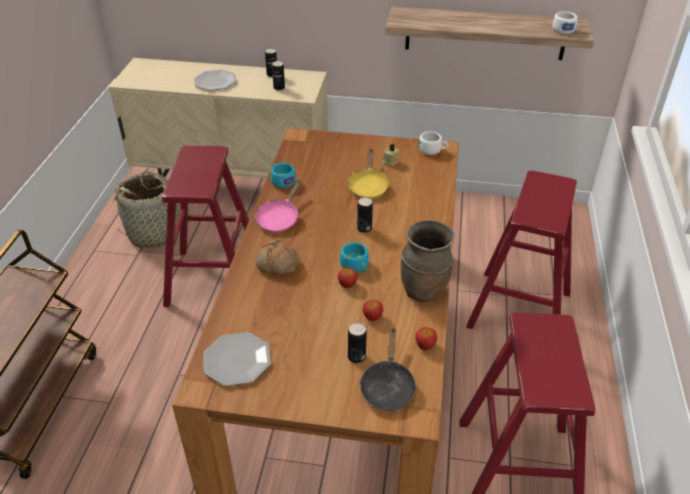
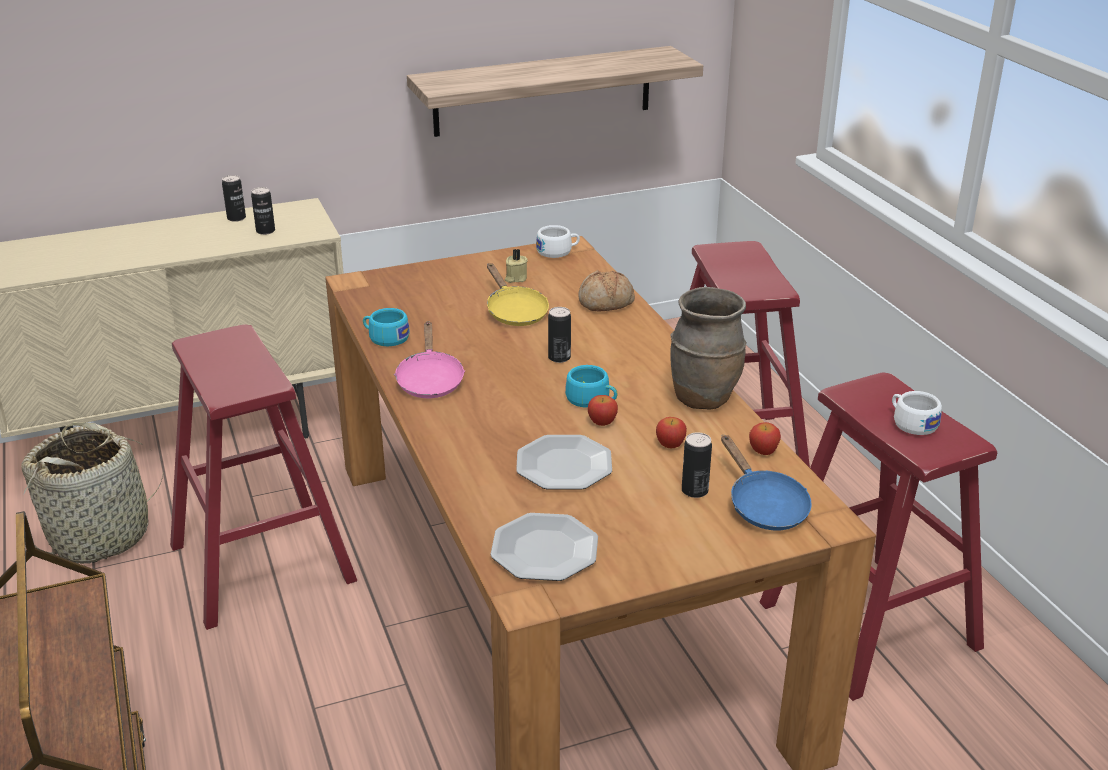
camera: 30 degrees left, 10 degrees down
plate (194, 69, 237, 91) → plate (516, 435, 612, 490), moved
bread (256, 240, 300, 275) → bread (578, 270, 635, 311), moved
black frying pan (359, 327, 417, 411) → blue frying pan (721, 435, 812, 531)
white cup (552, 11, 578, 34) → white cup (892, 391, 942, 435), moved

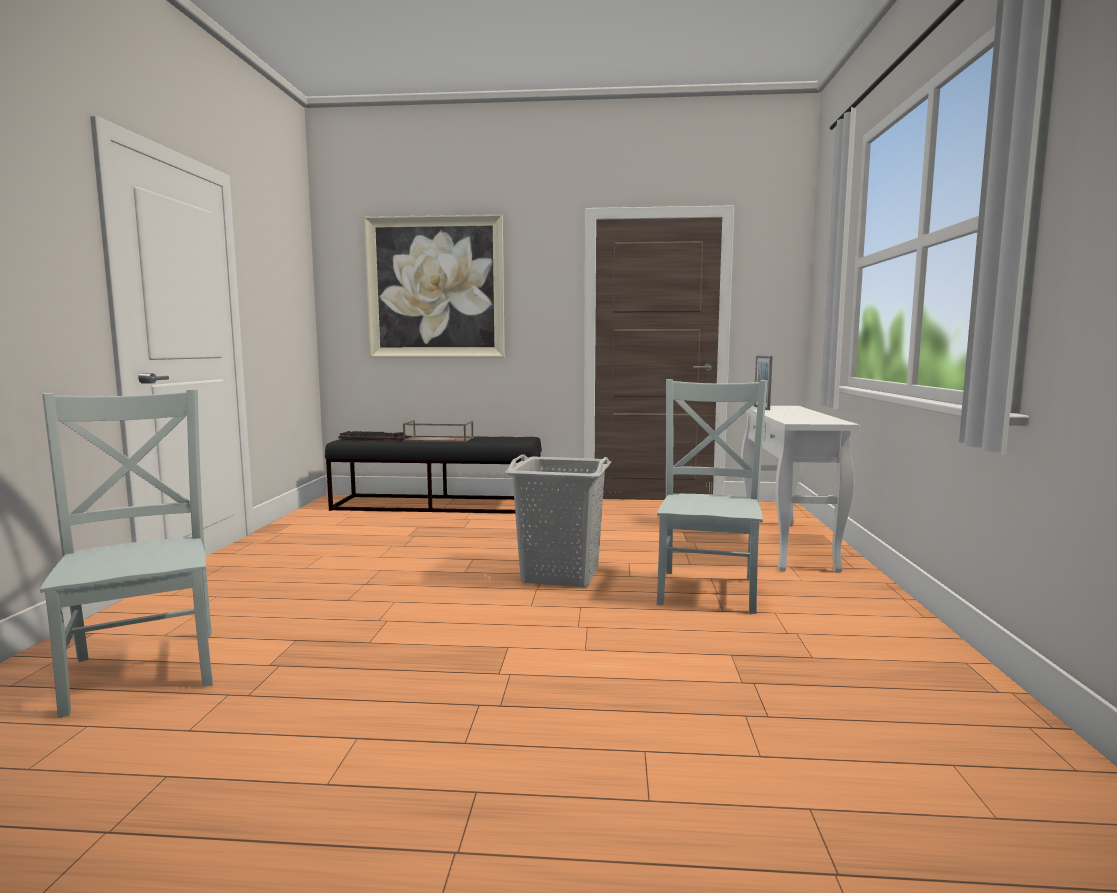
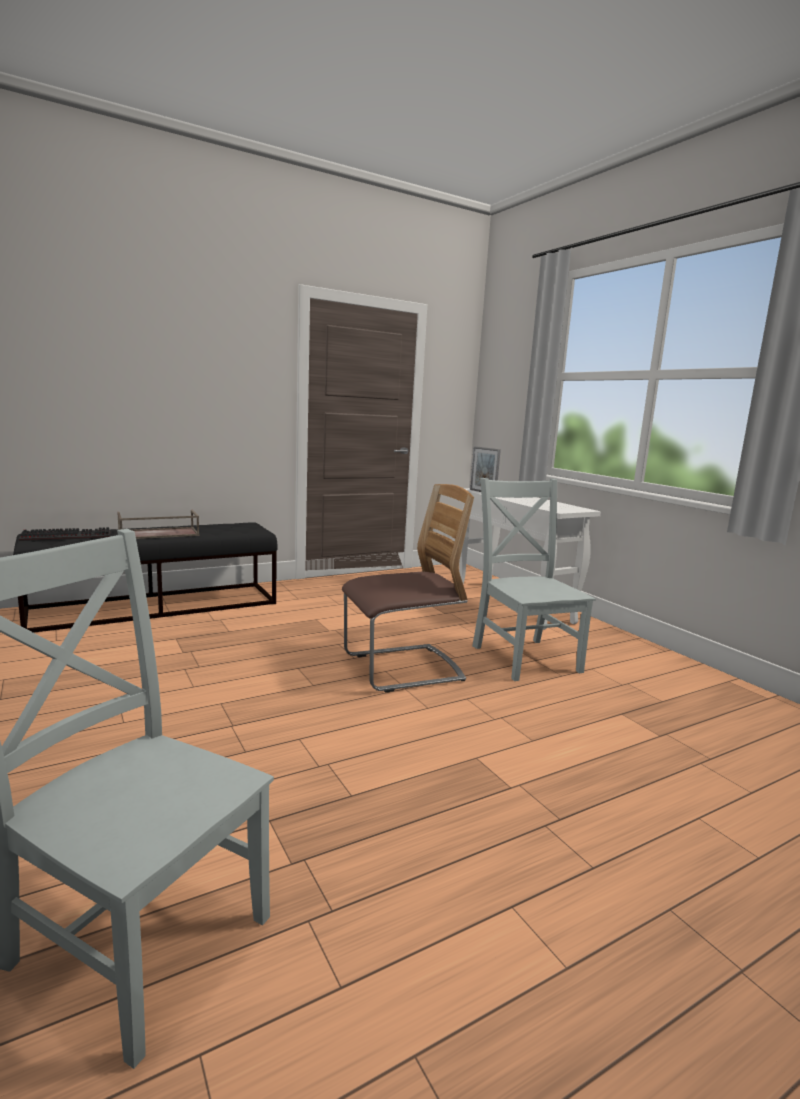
camera: 35 degrees left, 5 degrees up
grey laundry basket (505, 454, 611, 587) → chair (342, 484, 474, 692)
picture (364, 214, 505, 357) → -

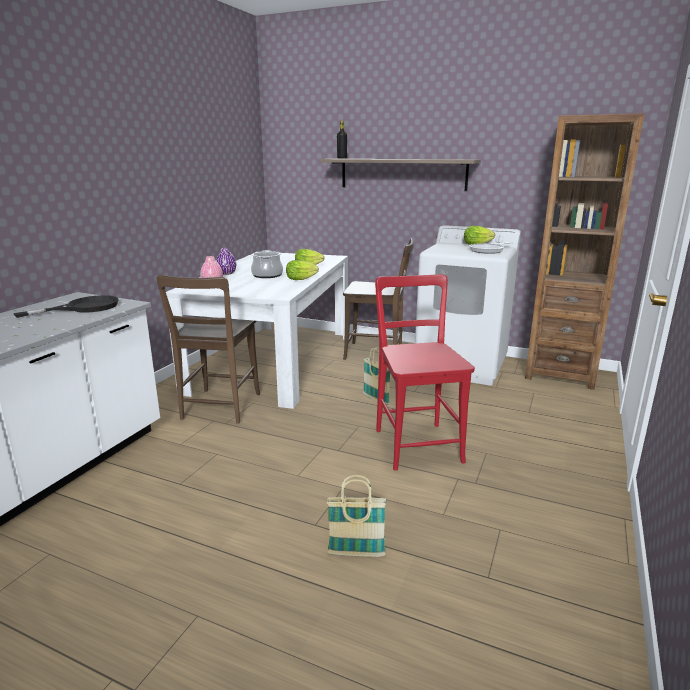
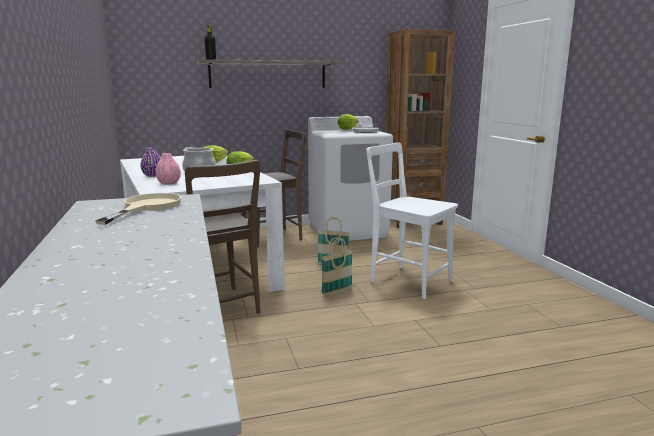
camera: 40 degrees left, 5 degrees down
black frying pan (14, 295, 119, 318) → beige frying pan (95, 193, 182, 225)
basket (327, 475, 386, 557) → basket (321, 237, 353, 296), moved
red chair (375, 274, 475, 471) → white chair (366, 142, 458, 299)

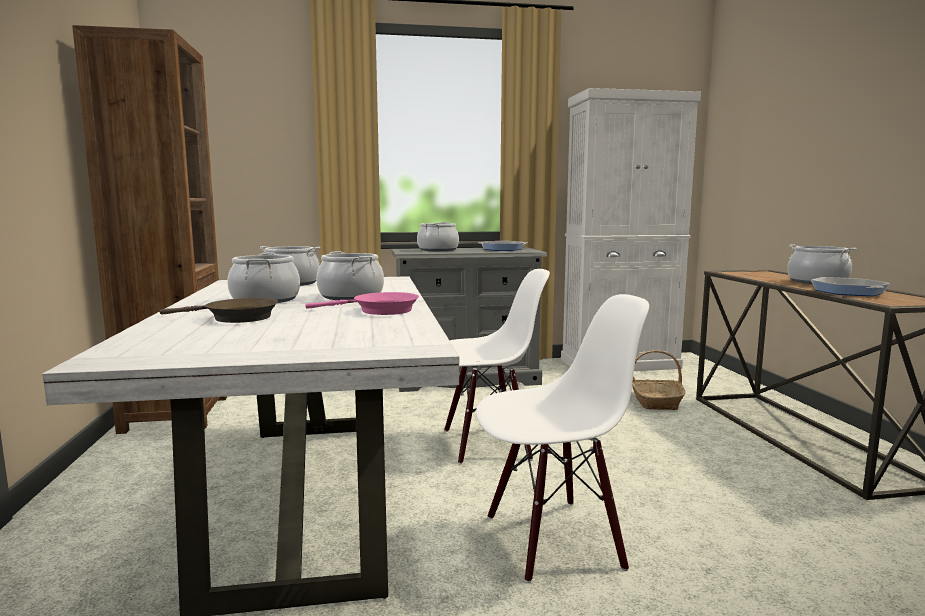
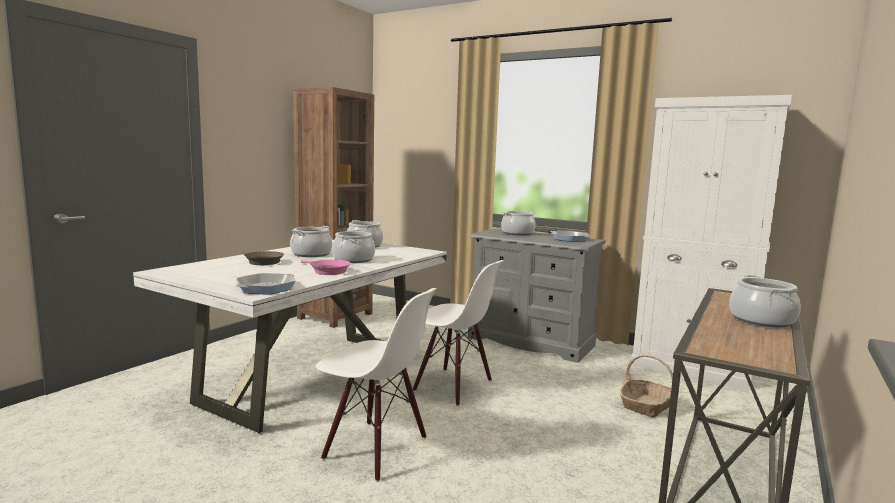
camera: 40 degrees right, 0 degrees up
frying pan (811, 277, 890, 296) → frying pan (235, 273, 296, 295), moved

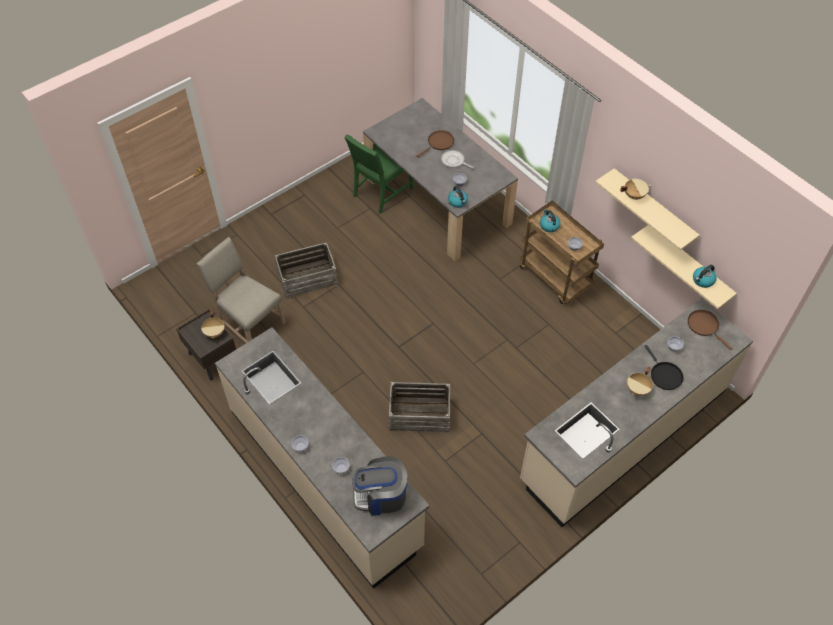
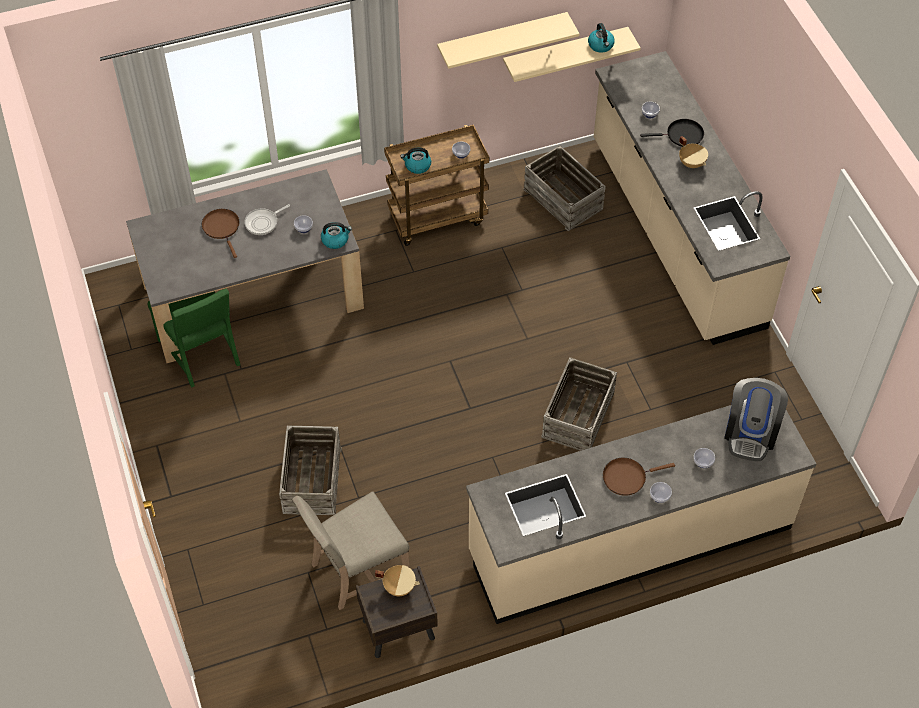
camera: 70 degrees left, 0 degrees up
- → crate (523, 145, 606, 231)
brown frying pan (688, 310, 732, 350) → brown frying pan (603, 458, 675, 496), moved
beige cooking pot (620, 179, 651, 200) → -

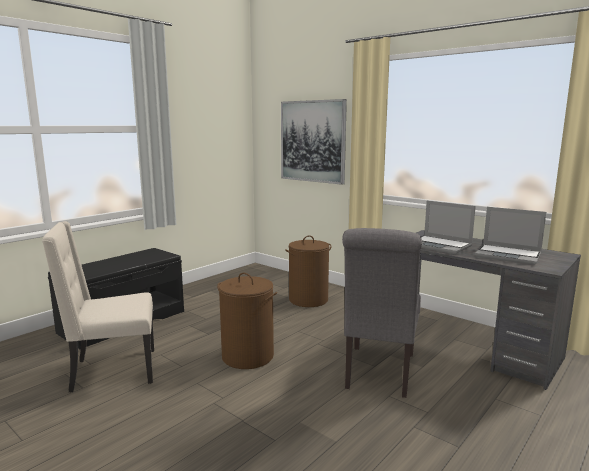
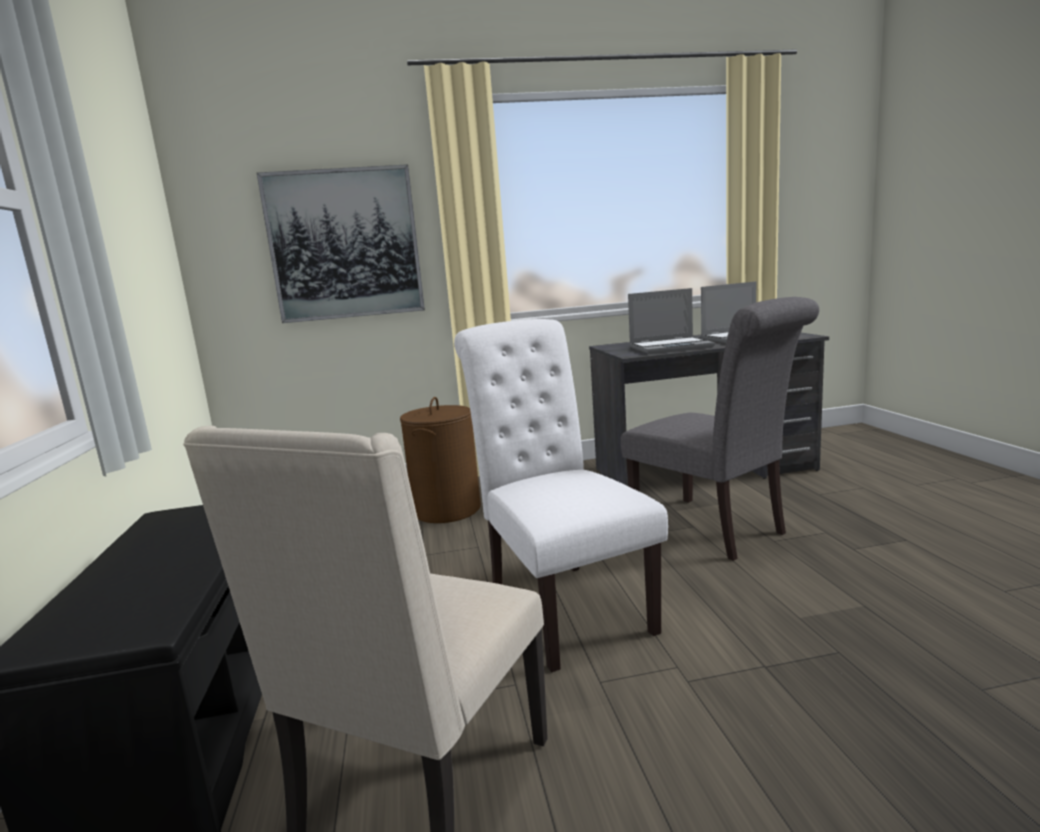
camera: 50 degrees left, 0 degrees up
brown laundry basket (217, 273, 277, 369) → white chair (454, 319, 668, 673)

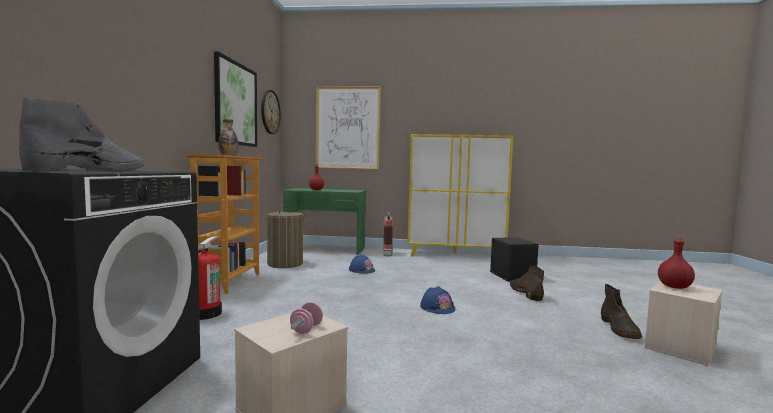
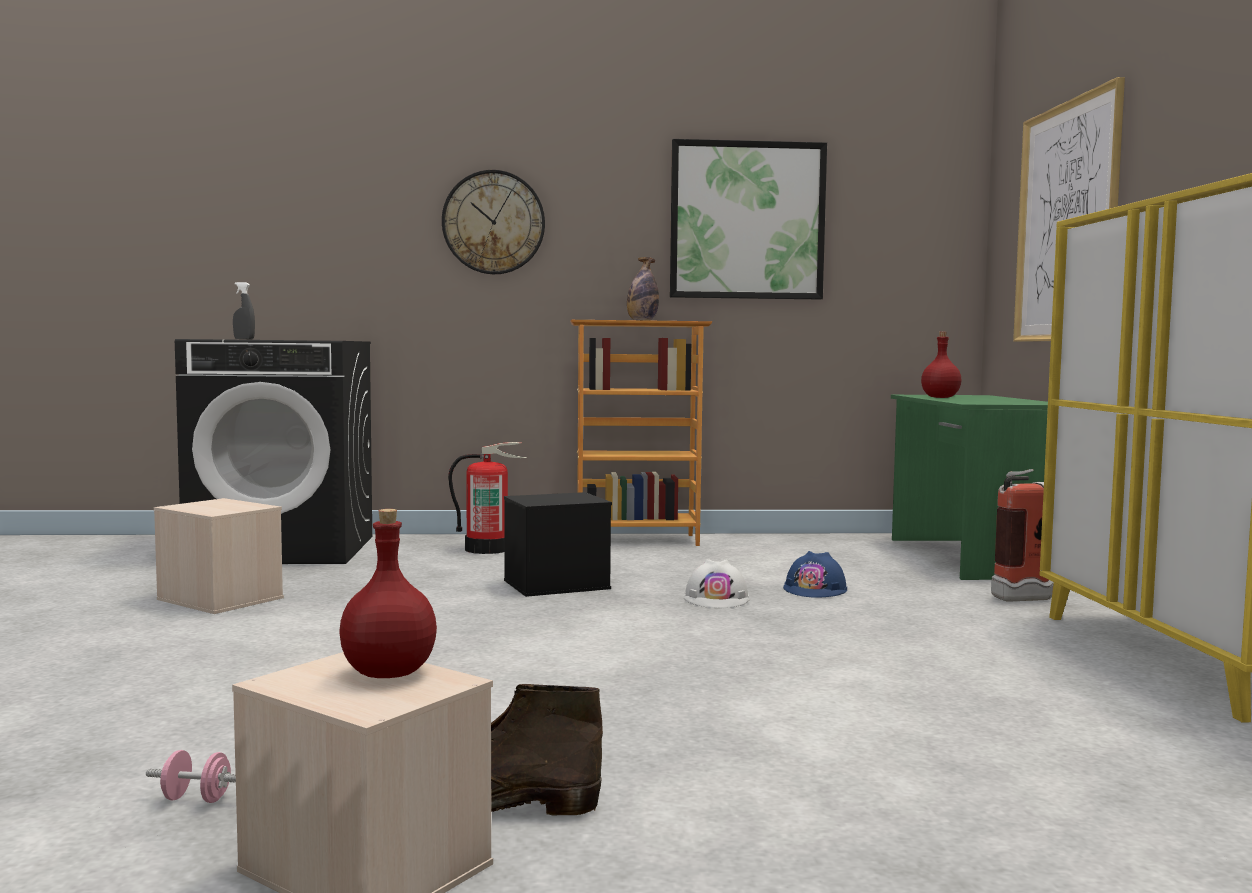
camera: 80 degrees right, 0 degrees up
pink dumbbell (290, 302, 323, 334) → pink dumbbell (146, 750, 236, 803), moved
grey boot (19, 98, 144, 172) → grey spray bottle (233, 282, 255, 339)
wall clock (261, 90, 281, 134) → wall clock (442, 170, 545, 274), moved
black storage box (490, 237, 539, 282) → black storage box (504, 492, 612, 597), moved
- → white hard hat (684, 559, 750, 608)
laundry basket (263, 206, 307, 268) → -
blue hard hat (420, 286, 455, 314) → -
brown boot (510, 265, 544, 301) → -

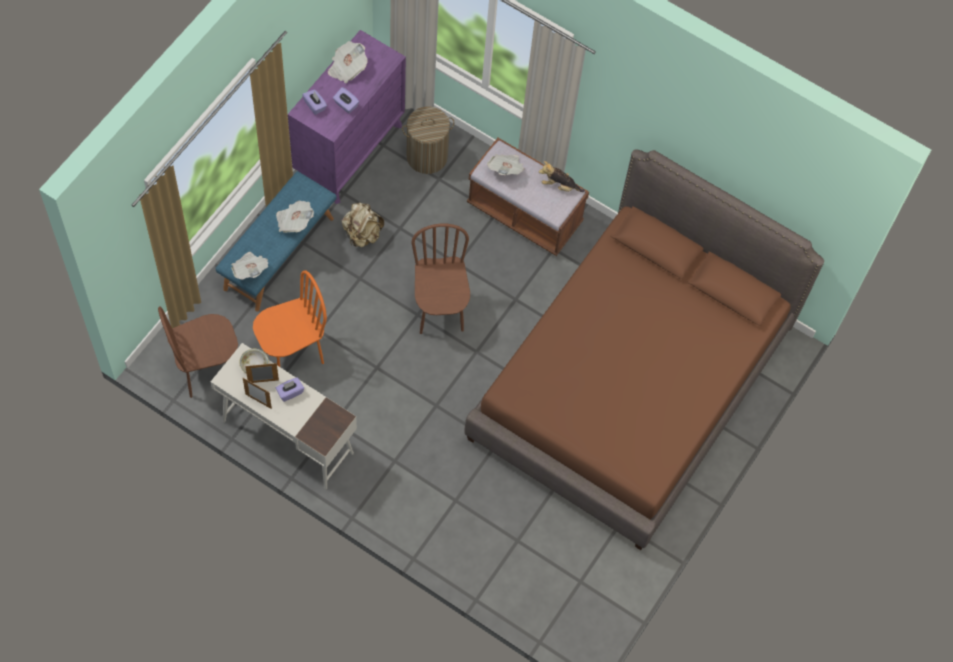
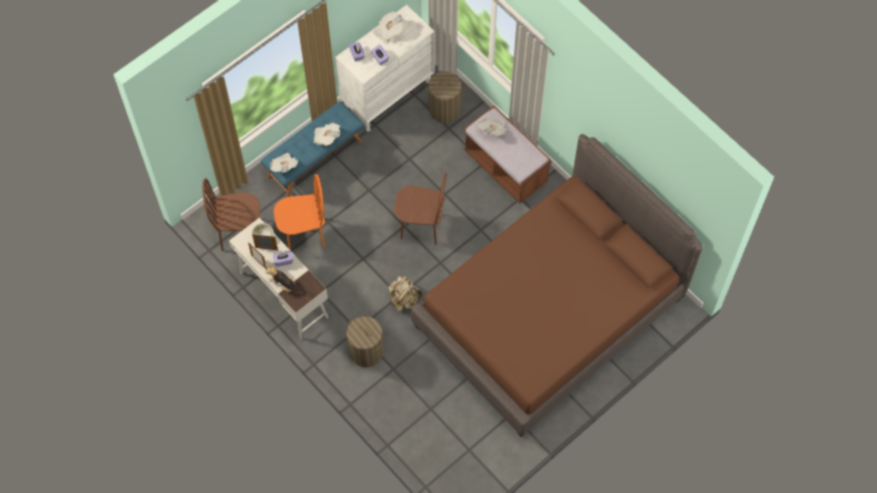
camera: 20 degrees right, 0 degrees up
plush toy (539, 161, 585, 192) → plush toy (265, 265, 303, 294), moved
purple dresser (288, 30, 406, 204) → white dresser (335, 5, 435, 131)
- → laundry basket (347, 316, 383, 367)
beige backpack (342, 202, 384, 247) → beige backpack (388, 276, 422, 311), moved
brown chair (411, 224, 470, 334) → brown chair (394, 173, 447, 245), 90 degrees clockwise

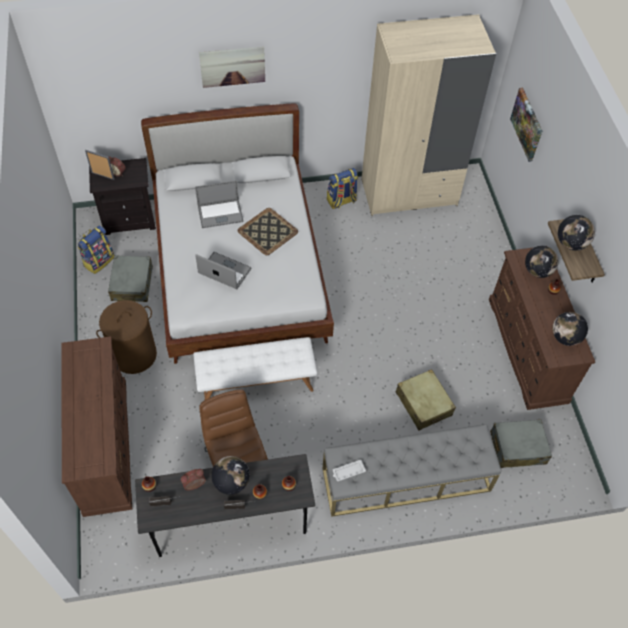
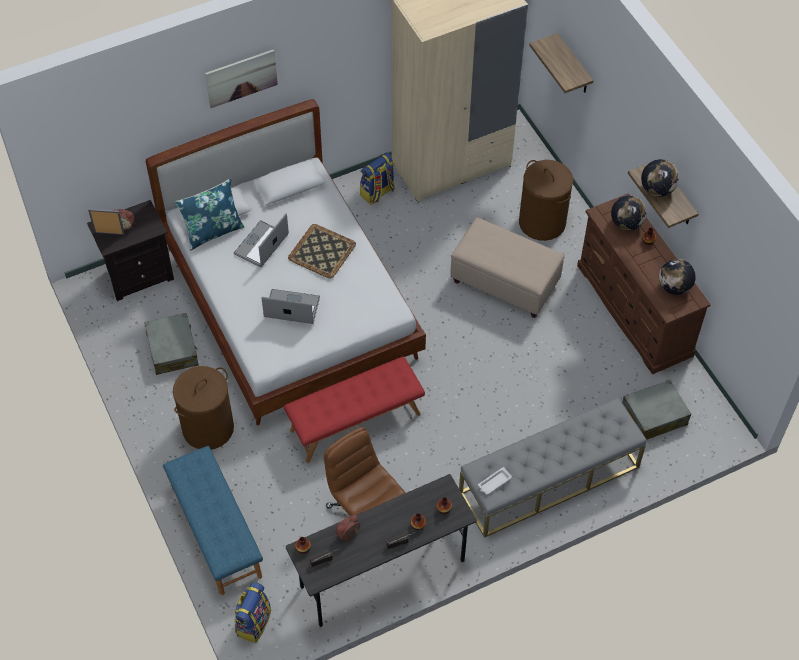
camera: 15 degrees left, 0 degrees up
brown dresser (61, 336, 132, 517) → blue bench (163, 446, 263, 595)
- → blue pillow (175, 178, 244, 250)
laptop (195, 180, 244, 228) → laptop (234, 213, 289, 267), 150 degrees clockwise
backpack (77, 225, 114, 274) → backpack (235, 582, 271, 643), moved
white bench (193, 337, 317, 400) → red bench (284, 356, 425, 463)
- → beige ottoman (451, 217, 565, 318)
- → brown laundry basket (519, 160, 573, 241)
picture (510, 88, 542, 162) → shelf (529, 33, 594, 93)
globe (211, 456, 250, 495) → -
beige suitcase (396, 369, 456, 431) → -

